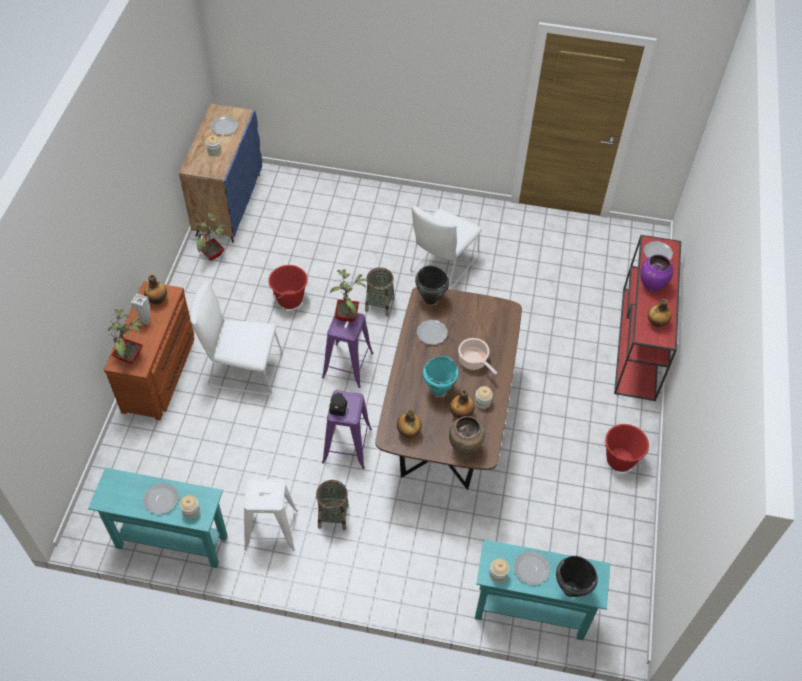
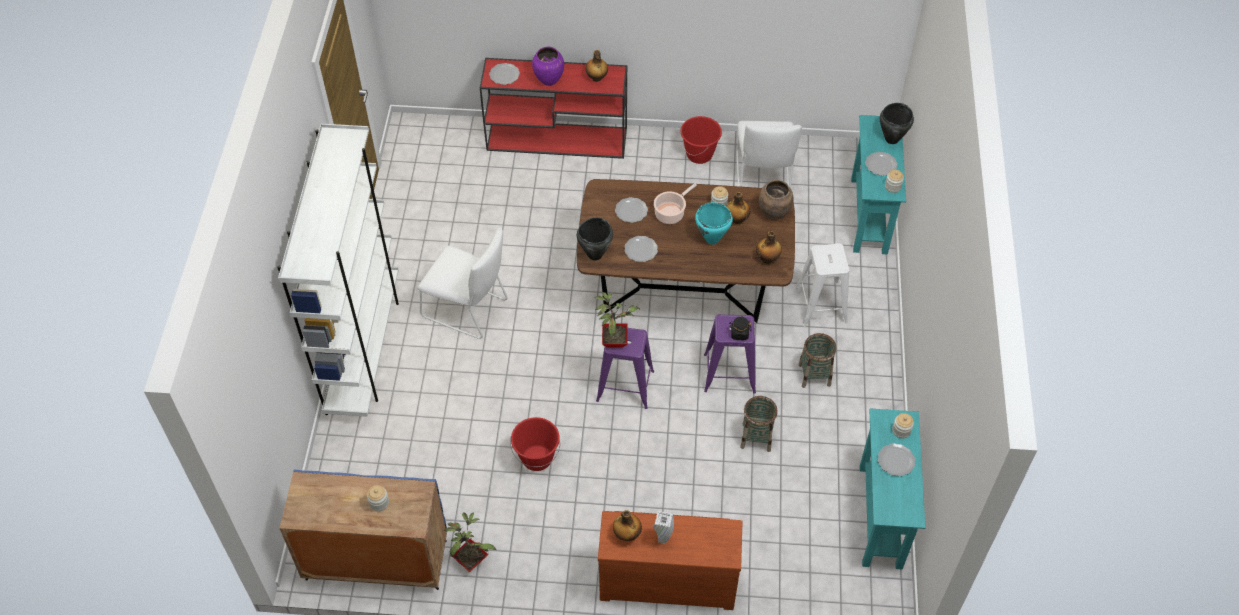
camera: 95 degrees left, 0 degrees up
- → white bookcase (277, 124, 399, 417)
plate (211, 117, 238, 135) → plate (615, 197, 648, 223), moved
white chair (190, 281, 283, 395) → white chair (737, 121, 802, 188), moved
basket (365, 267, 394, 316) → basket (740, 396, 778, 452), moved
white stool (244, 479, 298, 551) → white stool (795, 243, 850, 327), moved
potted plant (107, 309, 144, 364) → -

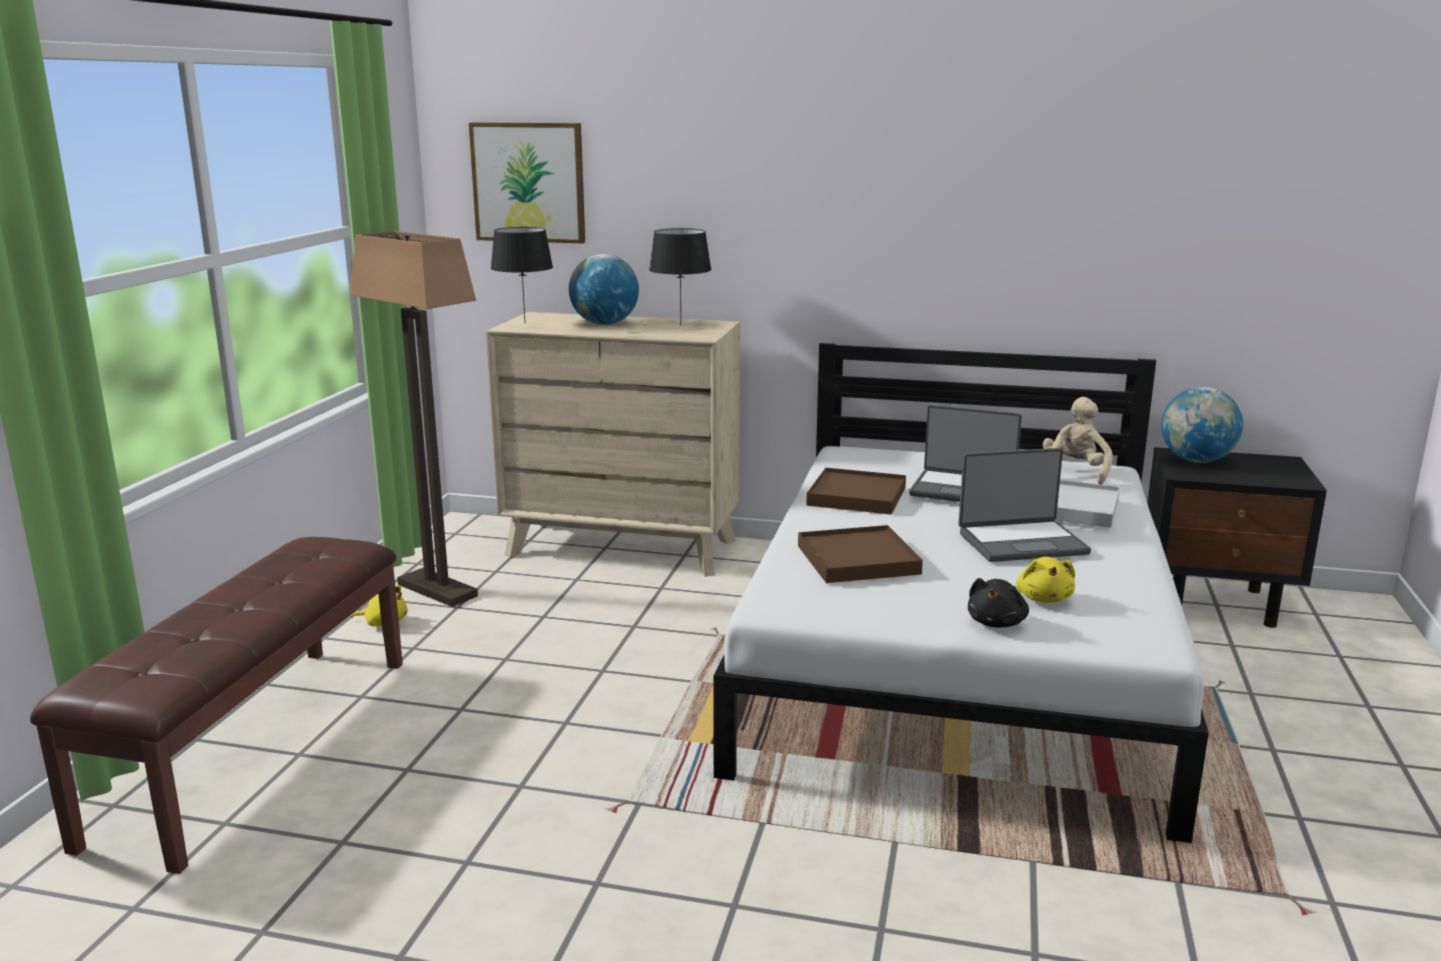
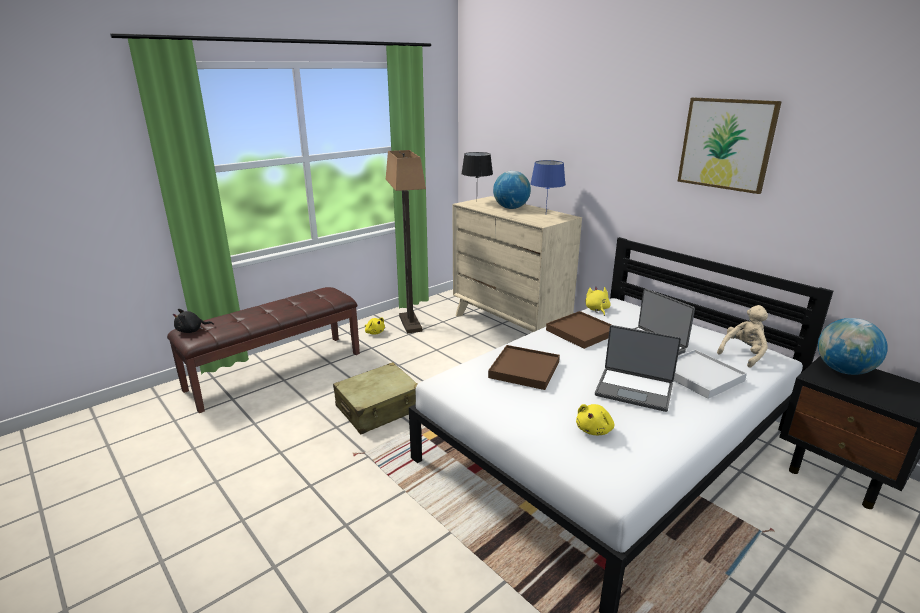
camera: 35 degrees right, 5 degrees up
black plush toy (968, 578, 1029, 627) → black plush toy (173, 309, 214, 333), moved
- → beige suitcase (333, 362, 418, 434)
black table lamp (649, 228, 712, 322) → blue table lamp (530, 160, 566, 210)
- → yellow plush toy (585, 287, 611, 316)
picture (469, 122, 585, 243) → picture (677, 97, 782, 194), moved

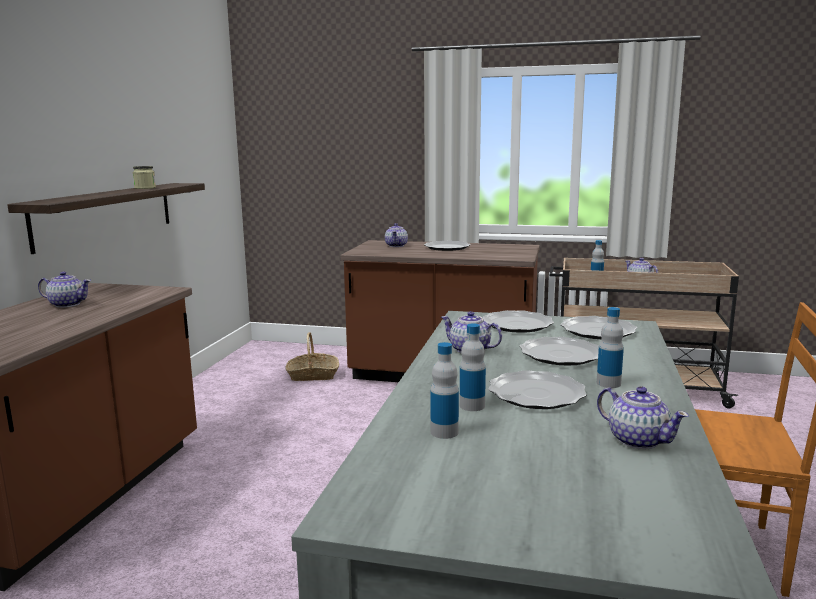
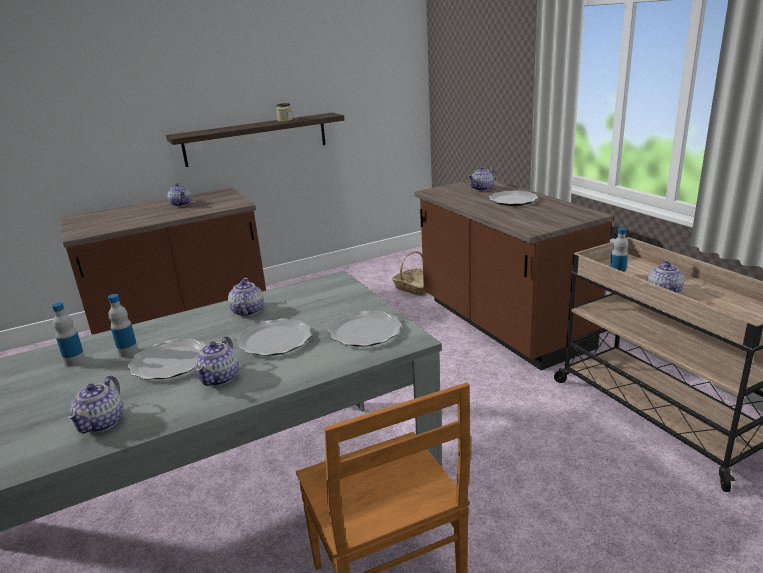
camera: 50 degrees right, 10 degrees up
bottle (597, 307, 624, 388) → teapot (194, 336, 239, 386)
plate (483, 310, 554, 333) → -

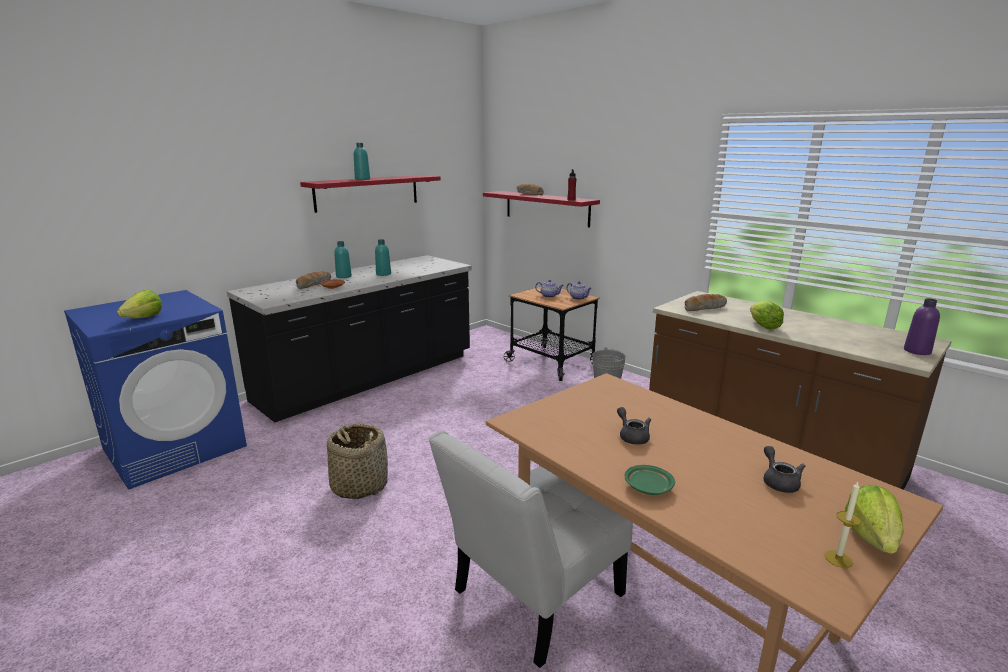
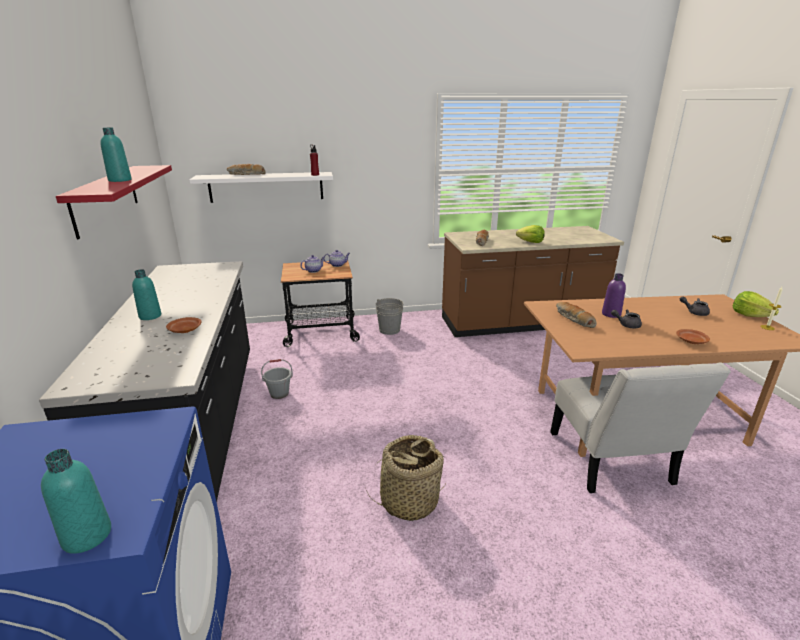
camera: 55 degrees left, 5 degrees up
turquoise bottle (375, 239, 391, 276) → turquoise bottle (41, 449, 111, 554), moved
red shelf (483, 191, 600, 227) → white shelf (189, 172, 333, 203)
- → grey bucket (261, 359, 293, 399)
bread (296, 271, 331, 289) → bread (556, 302, 597, 328), moved
purple bottle (904, 298, 940, 355) → purple bottle (602, 273, 626, 318), moved
green plate (625, 465, 675, 495) → brown plate (676, 329, 710, 344)
lettuce (117, 290, 162, 319) → -

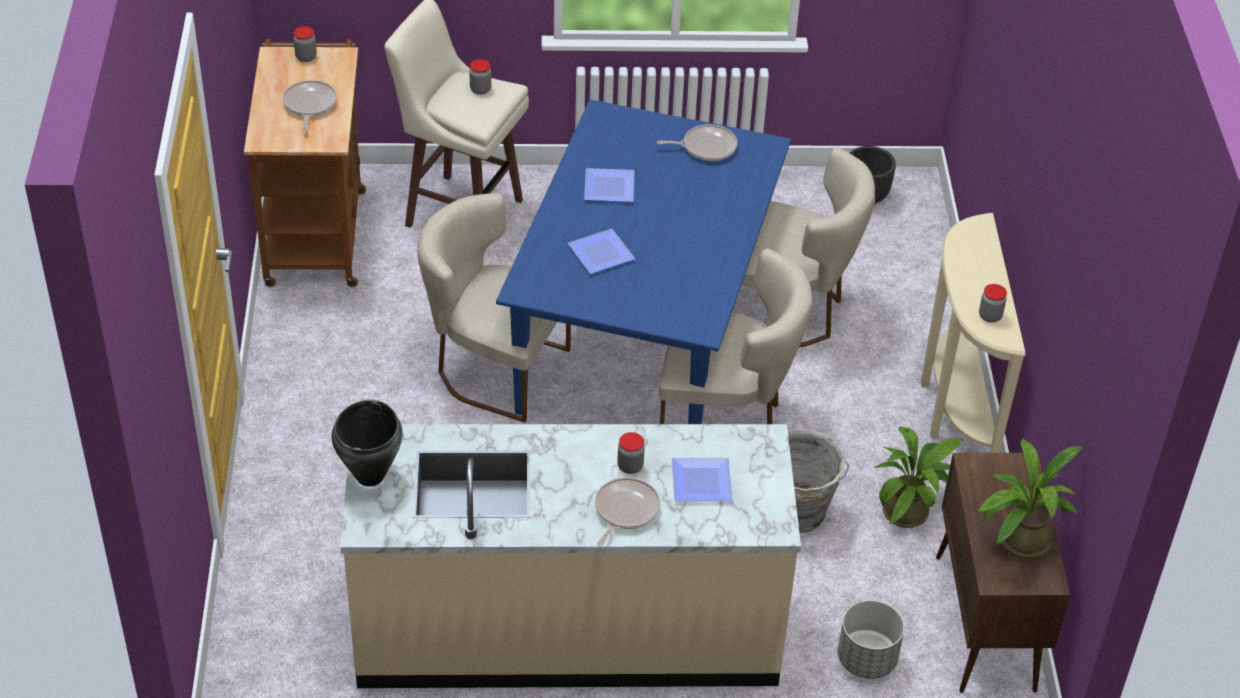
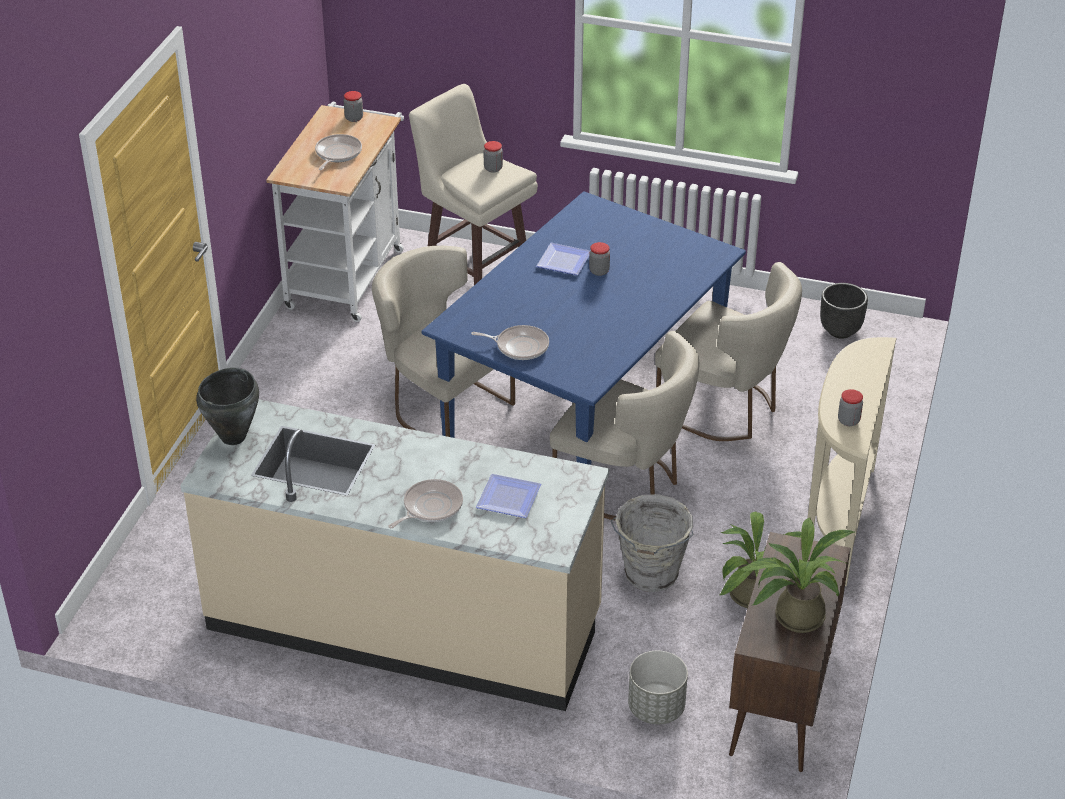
camera: 20 degrees right, 5 degrees down
brown cart (244, 39, 366, 287) → white cart (266, 102, 404, 322)
frying pan (657, 124, 737, 161) → frying pan (471, 325, 549, 360), moved
jar (617, 432, 645, 474) → jar (589, 242, 610, 276), moved
plate (568, 229, 635, 274) → -

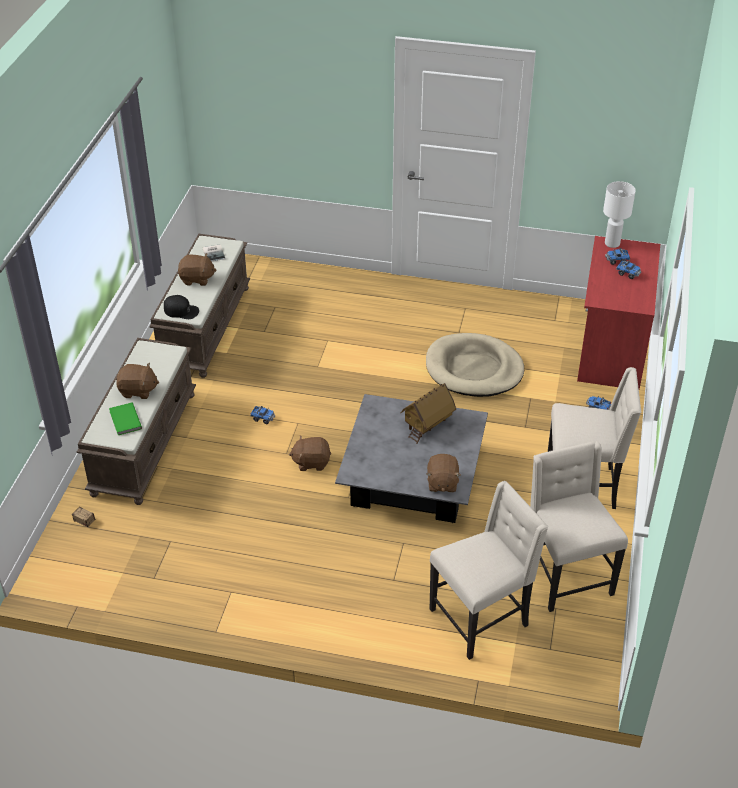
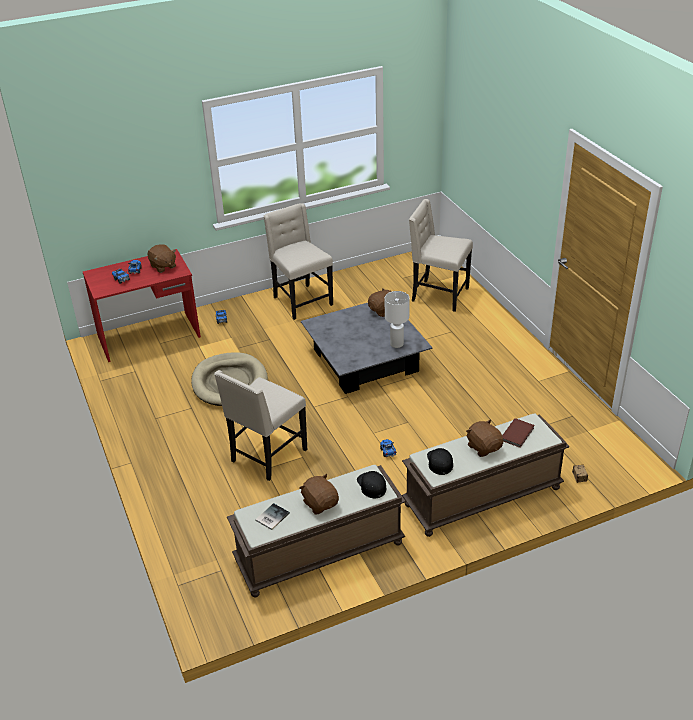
camera: 125 degrees left, 5 degrees down
brown plush toy (289, 435, 331, 471) → brown plush toy (148, 244, 176, 273), moved
beige chair (530, 441, 628, 612) → beige chair (214, 370, 307, 481), moved
white table lamp (603, 181, 636, 248) → white table lamp (385, 291, 410, 348), moved
- → black cap (427, 448, 453, 475)
green book (109, 403, 142, 435) → brown book (502, 418, 534, 448)
toy house (401, 383, 456, 444) → -

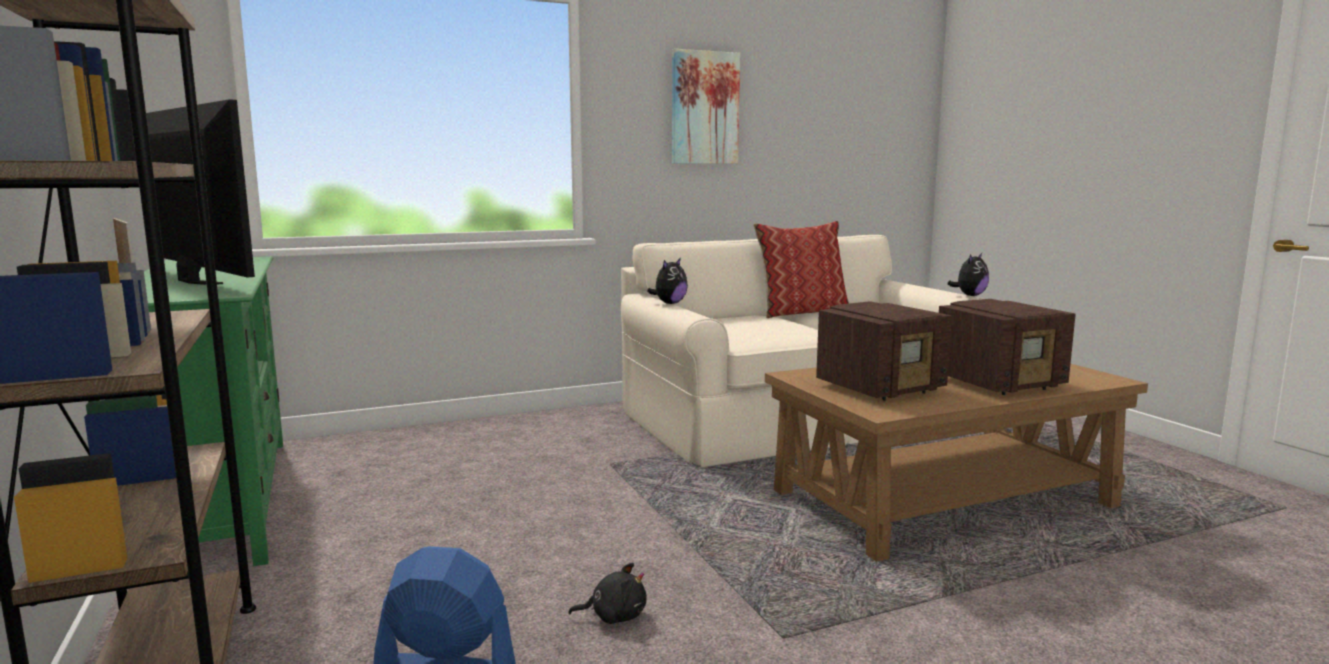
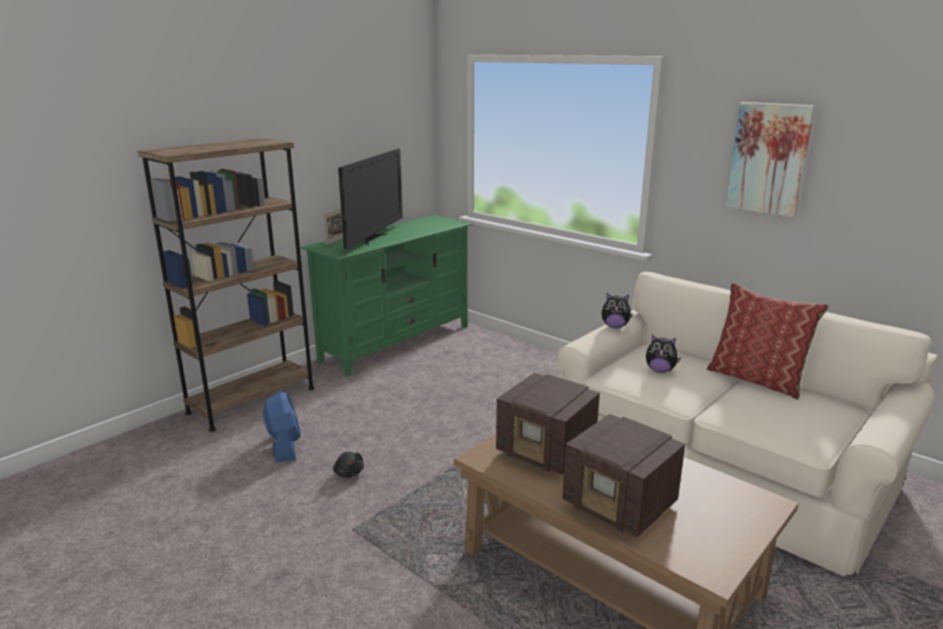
camera: 65 degrees right, 10 degrees up
plush toy (947, 253, 989, 296) → plush toy (646, 335, 681, 373), moved

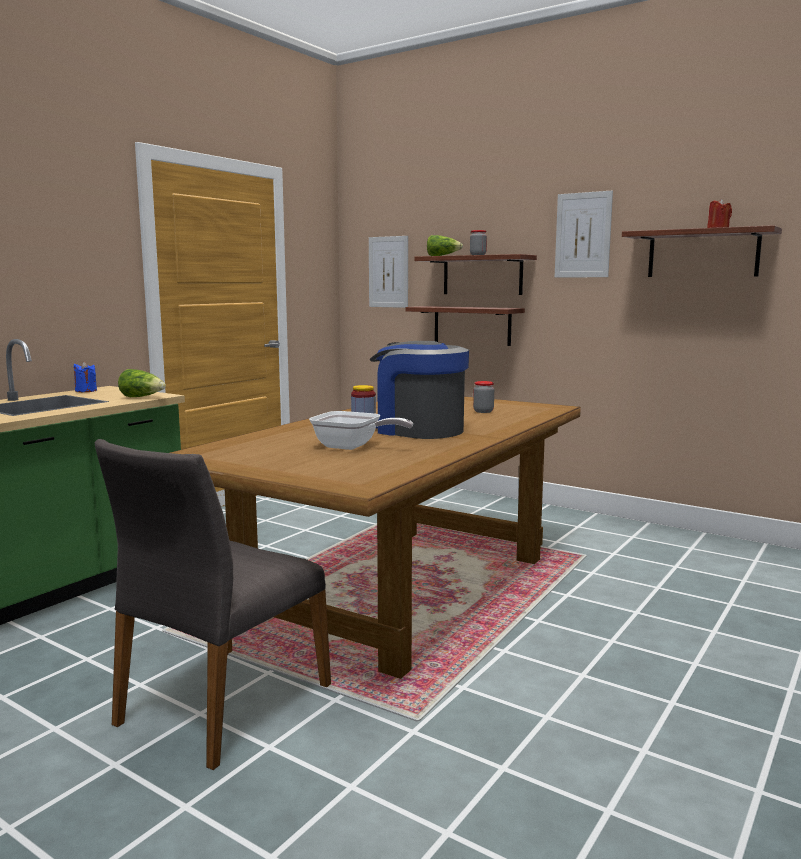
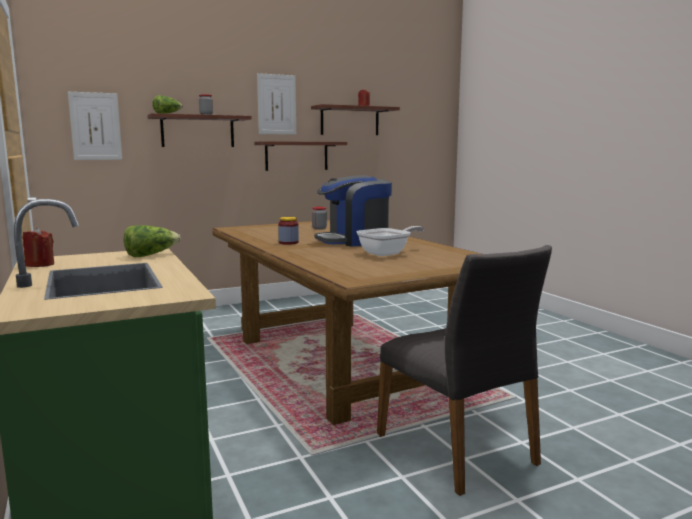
camera: 60 degrees left, 0 degrees up
blue candle (74, 361, 97, 392) → red candle (23, 227, 54, 267)
shelf (405, 306, 525, 346) → shelf (254, 141, 347, 171), moved

